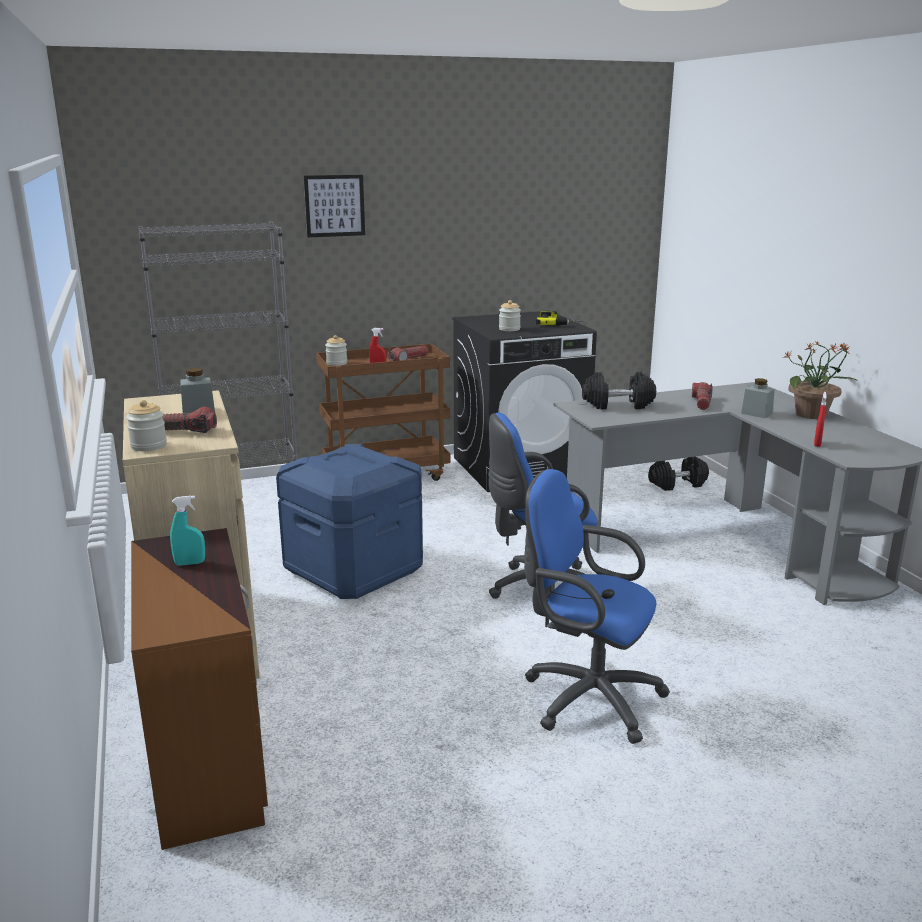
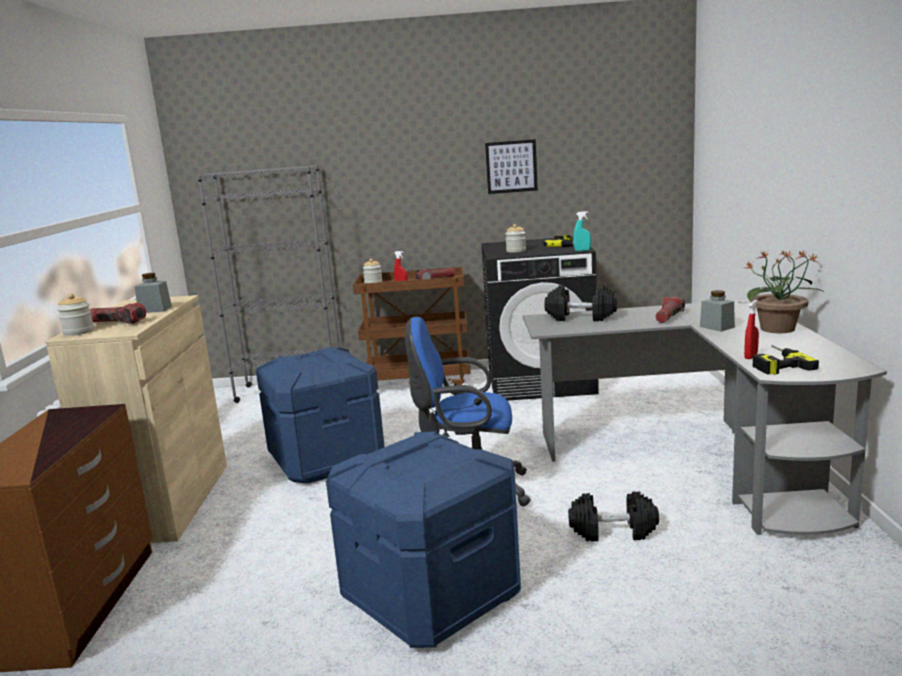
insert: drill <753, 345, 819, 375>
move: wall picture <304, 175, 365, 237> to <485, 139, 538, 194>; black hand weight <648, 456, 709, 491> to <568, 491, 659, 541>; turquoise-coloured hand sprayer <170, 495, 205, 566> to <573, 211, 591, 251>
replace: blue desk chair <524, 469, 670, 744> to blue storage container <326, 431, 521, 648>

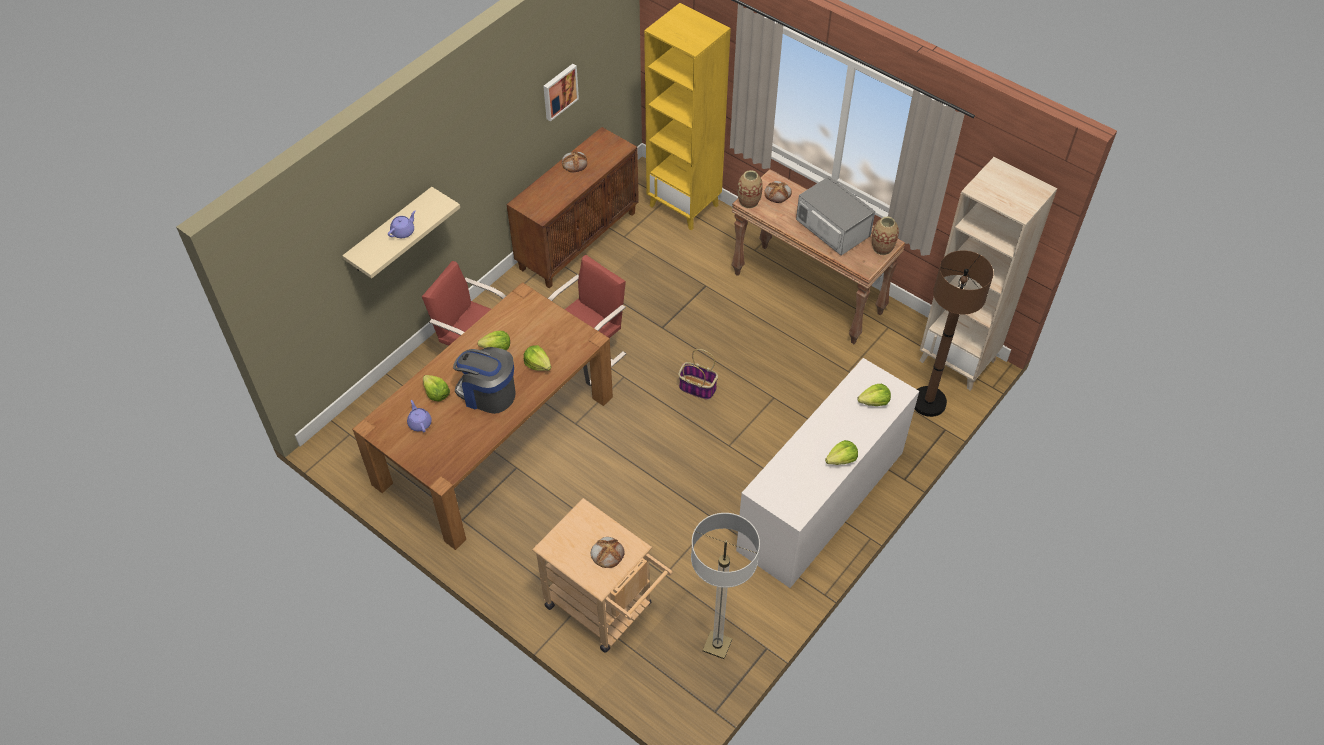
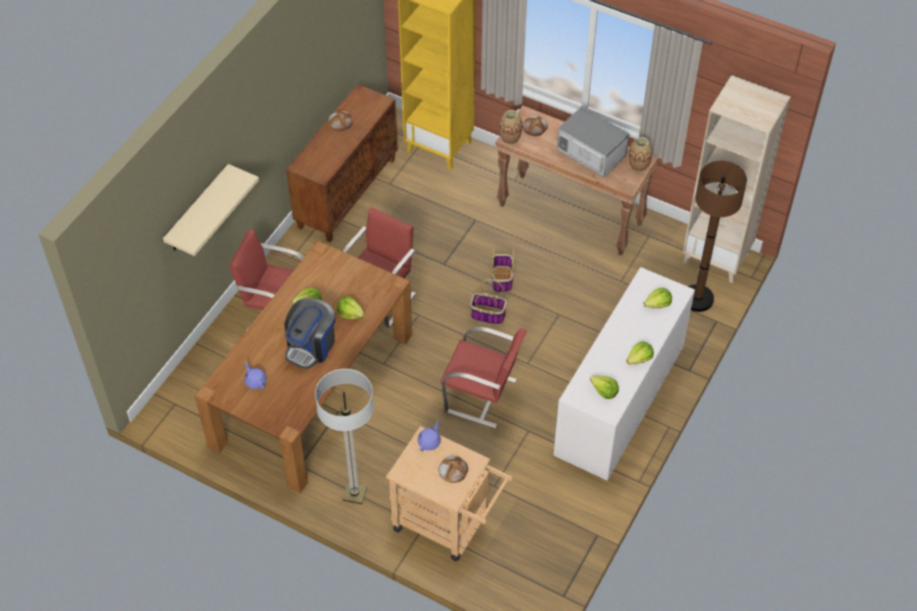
delete: wall picture <543, 64, 579, 121>
insert: red plain chair <440, 327, 527, 429>; basket <492, 246, 514, 293>
move: floor lamp <691, 513, 760, 659> to <315, 369, 374, 504>; purple teapot <388, 210, 416, 238> to <418, 420, 441, 451>; lettuce head <423, 375, 450, 402> to <590, 375, 619, 399>
rotate: coffee brewer <453, 347, 516, 414> = <284, 298, 335, 369> 75 degrees counterclockwise

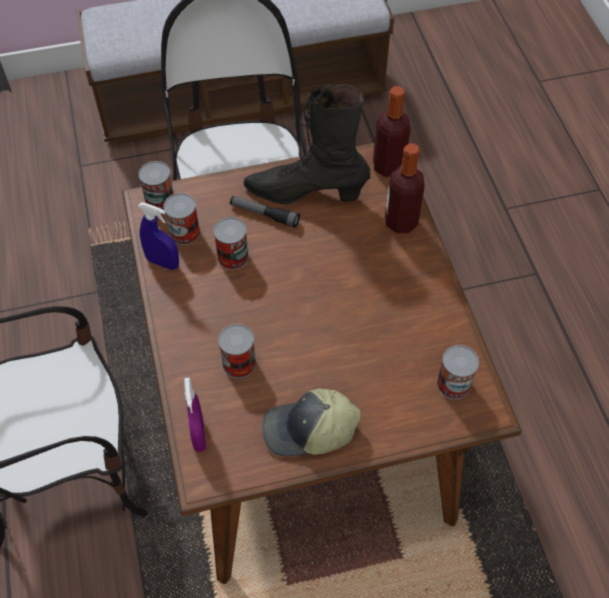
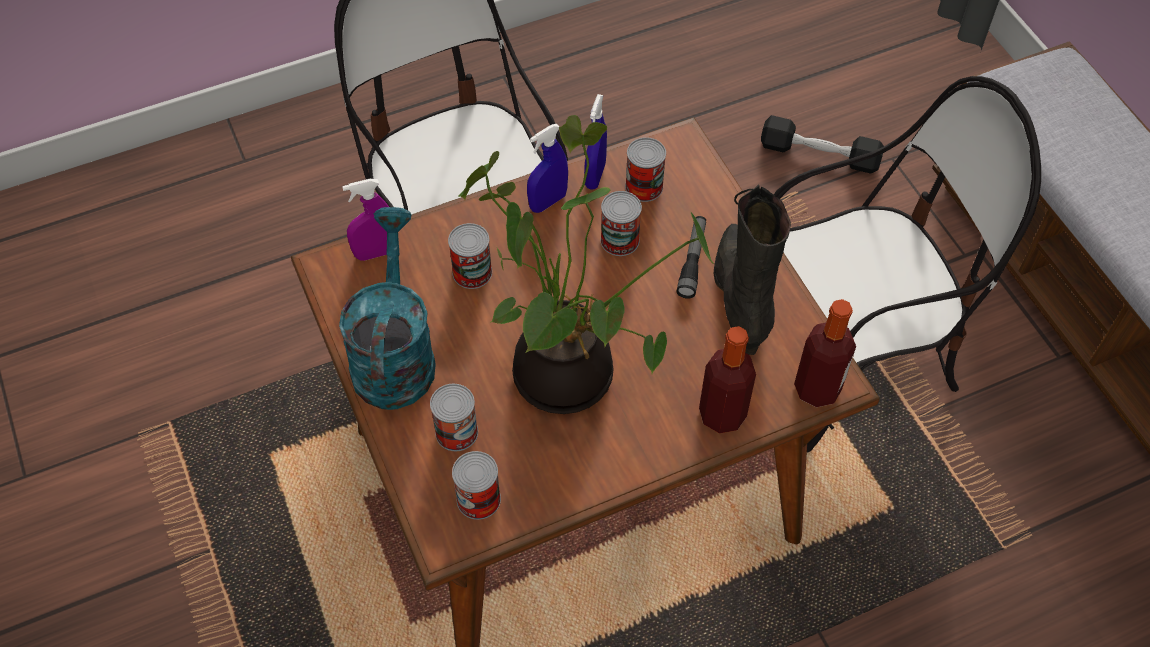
insert: plant in a pot <459, 115, 714, 414>; blue hand sprayer <527, 124, 568, 213>; black hand weight <761, 115, 884, 173>
move: metal can <139, 161, 174, 210> to <430, 384, 478, 451>
replace: peaked cap <262, 389, 361, 456> to turquoise-coloured watering pot <339, 207, 436, 410>

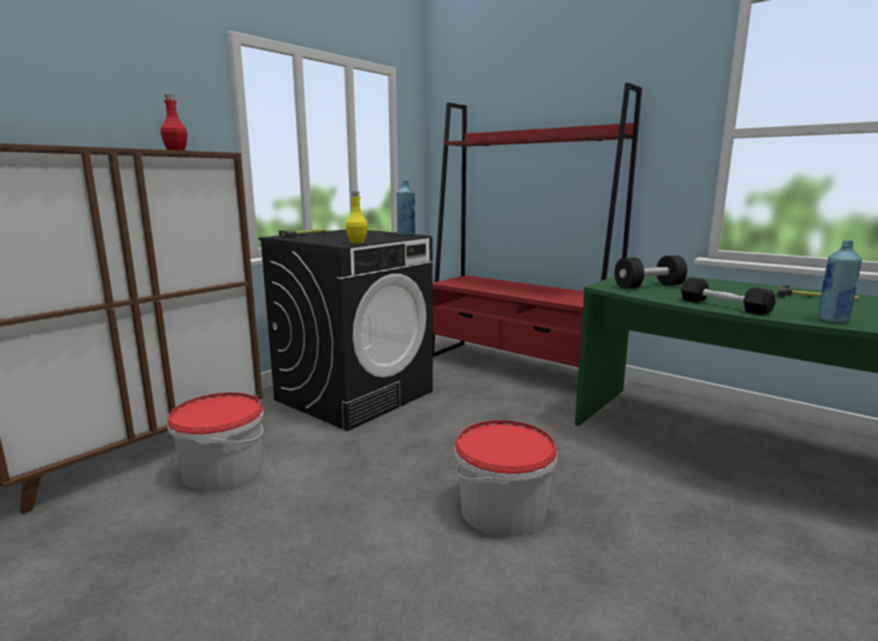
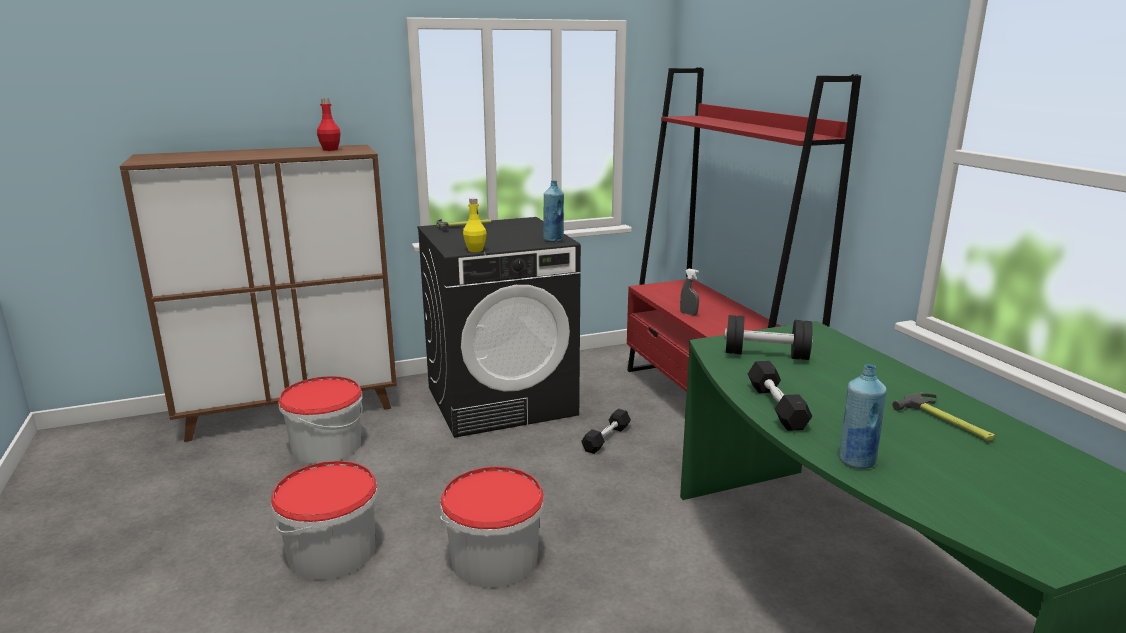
insert: bucket <271, 461, 378, 580>; black hand weight <581, 409, 631, 454>; greyish hand sprayer <680, 269, 699, 315>

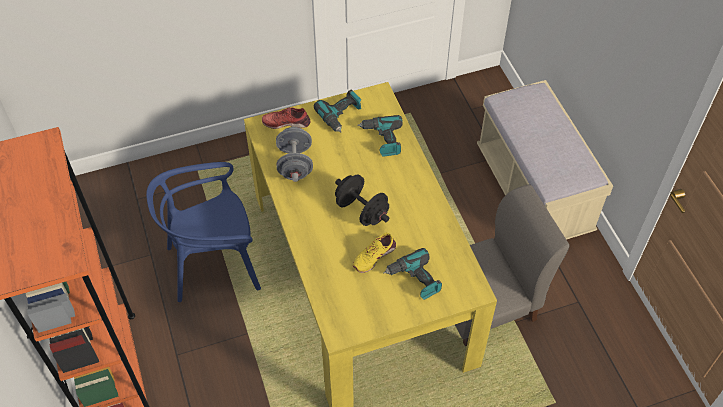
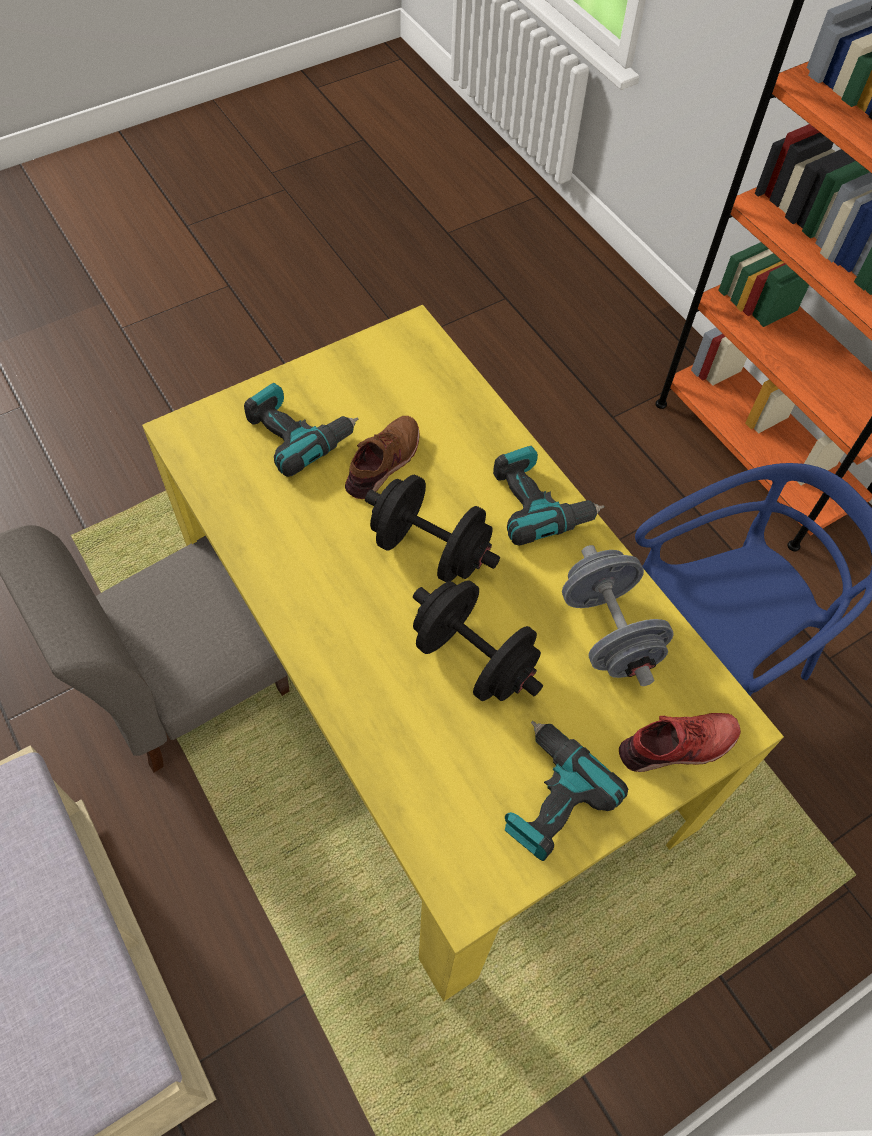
insert: black hand weight <413, 580, 543, 701>
move: drill <357, 115, 403, 157> to <493, 446, 604, 546>
recolor: yellow-coloured item of footwear <353, 233, 396, 273> to brown item of footwear <345, 416, 420, 499>

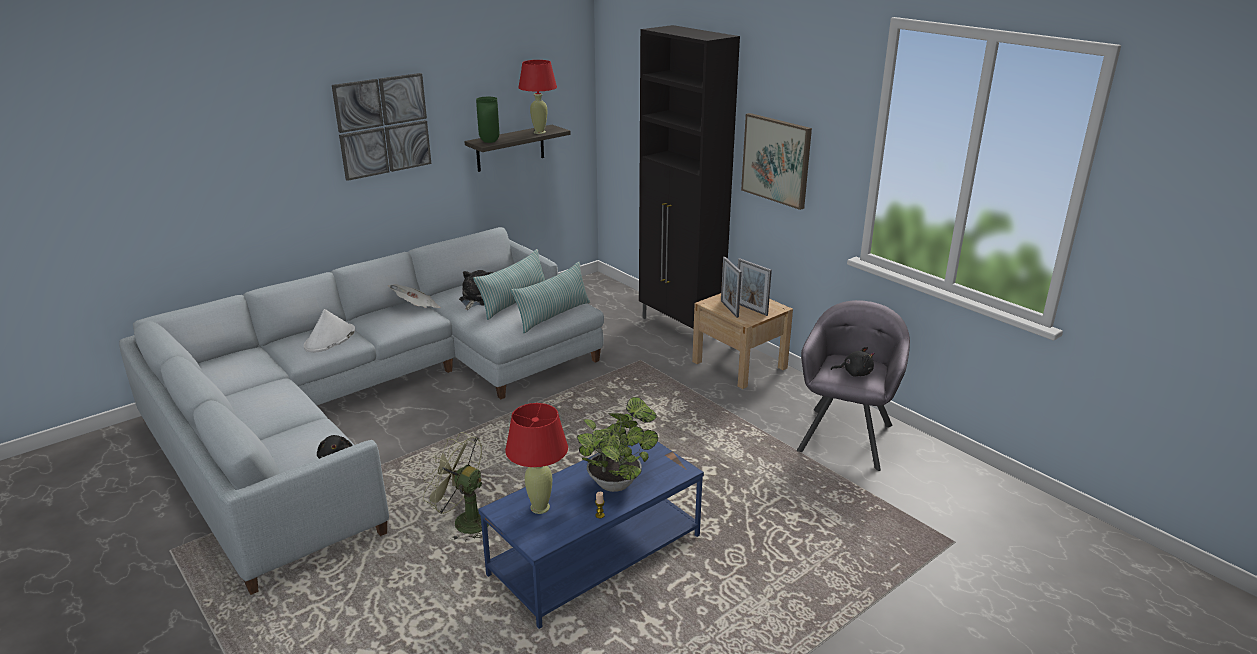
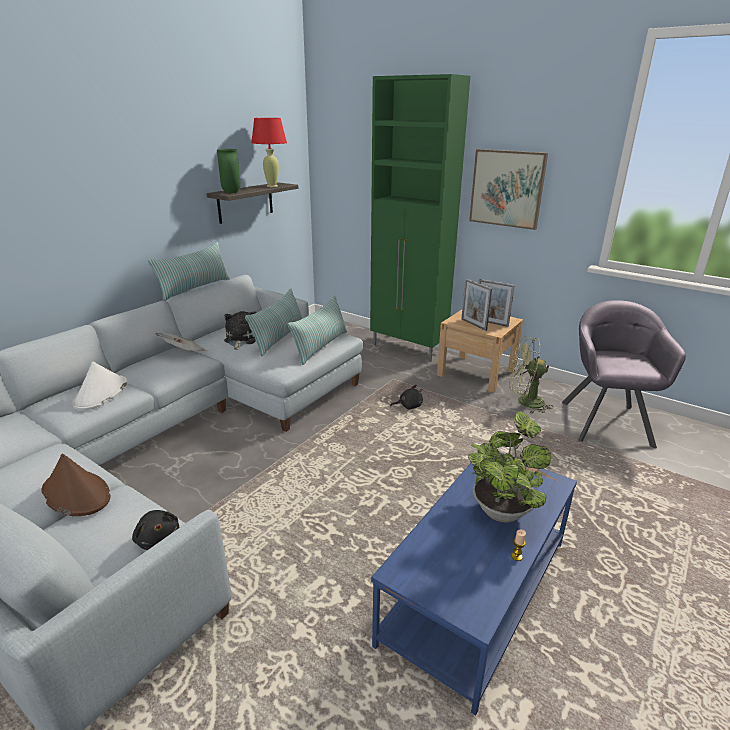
delete: wall picture <332, 73, 431, 181>; red lamp for a table <505, 403, 568, 514>
insert: brown wearable hat <41, 454, 111, 516>; cushion <148, 242, 230, 301>
move: black plush toy <831, 347, 874, 377> to <390, 385, 423, 410>; greenish cooling fan <423, 432, 489, 541> to <509, 336, 554, 413>
recolor: black cupboard <639, 25, 740, 329> to greenish cupboard <370, 74, 470, 362>

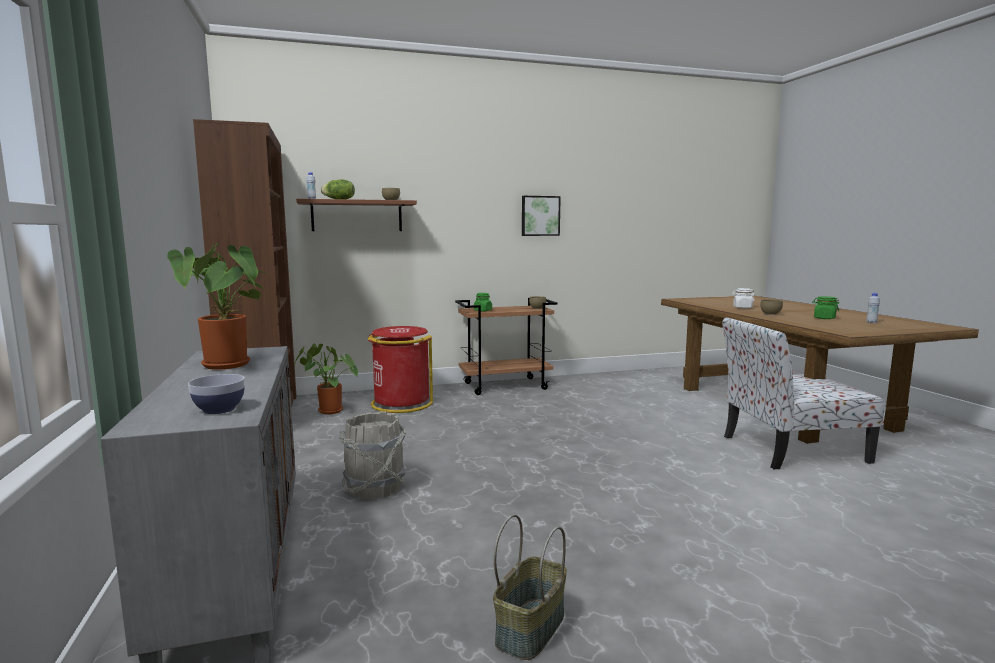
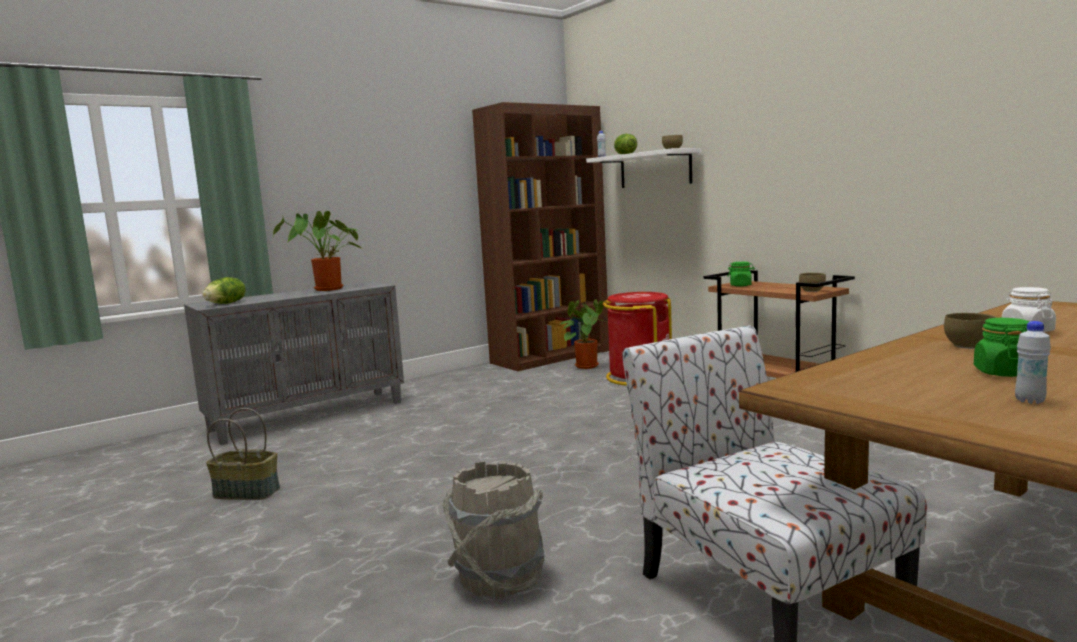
delete: wall picture <522, 196, 561, 236>
move: greyish bucket <339, 411, 406, 499> to <442, 461, 544, 599>
replace: serving bowl <188, 374, 245, 414> to lettuce head <202, 277, 246, 304>
recolor: brown shelf <296, 199, 417, 231> to white shelf <586, 148, 701, 188>

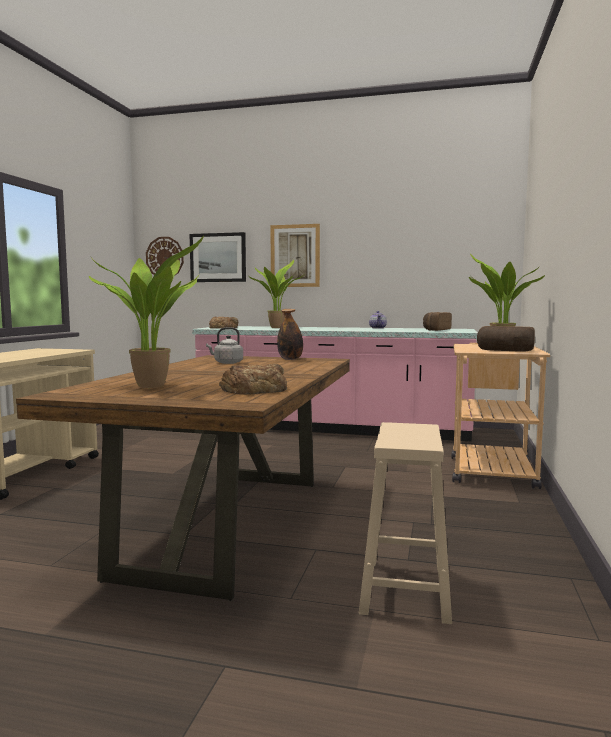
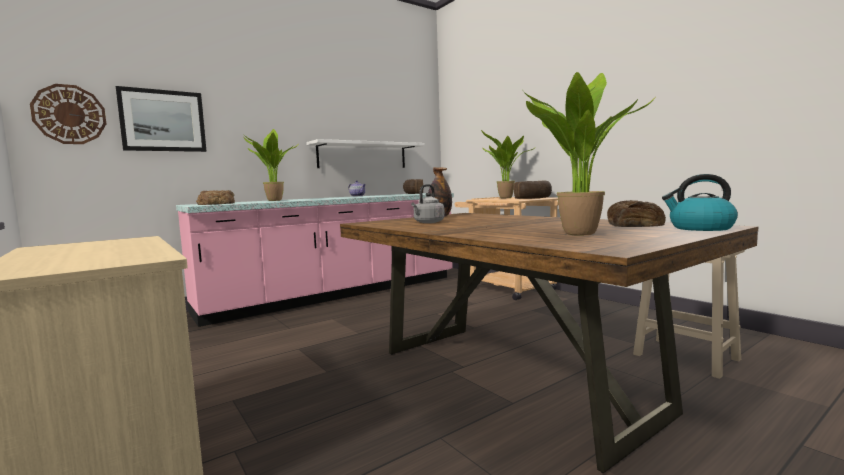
delete: wall picture <270, 224, 320, 287>
insert: white shelf <306, 139, 425, 168>; tea kettle <662, 174, 738, 231>

